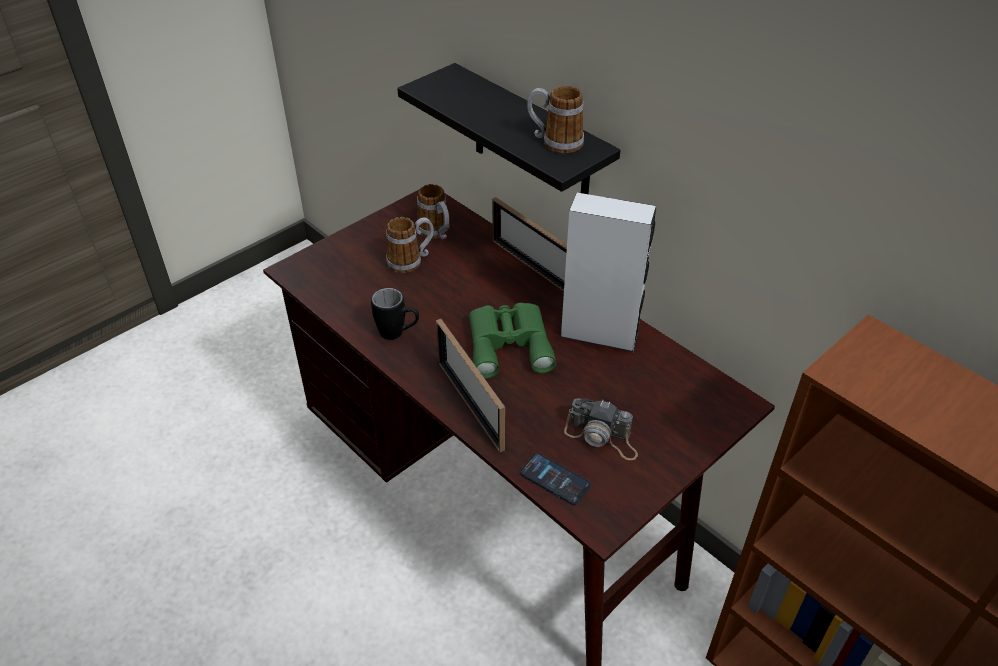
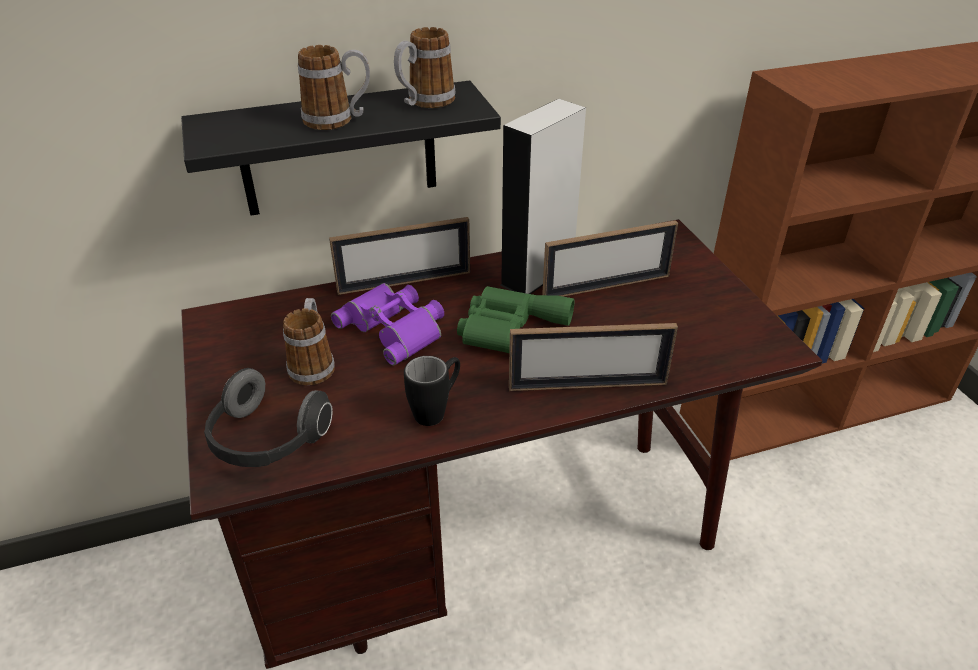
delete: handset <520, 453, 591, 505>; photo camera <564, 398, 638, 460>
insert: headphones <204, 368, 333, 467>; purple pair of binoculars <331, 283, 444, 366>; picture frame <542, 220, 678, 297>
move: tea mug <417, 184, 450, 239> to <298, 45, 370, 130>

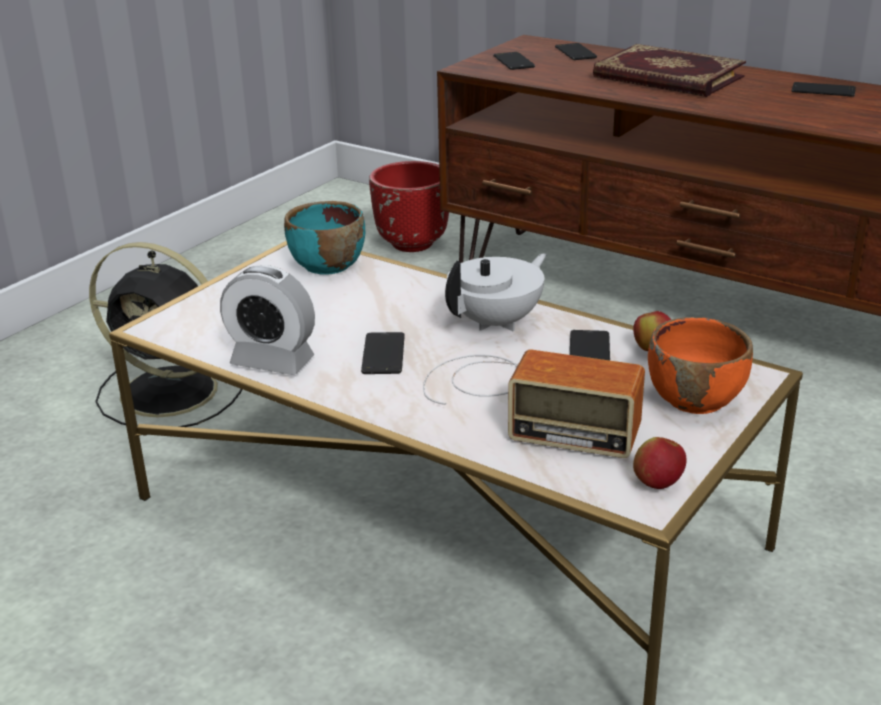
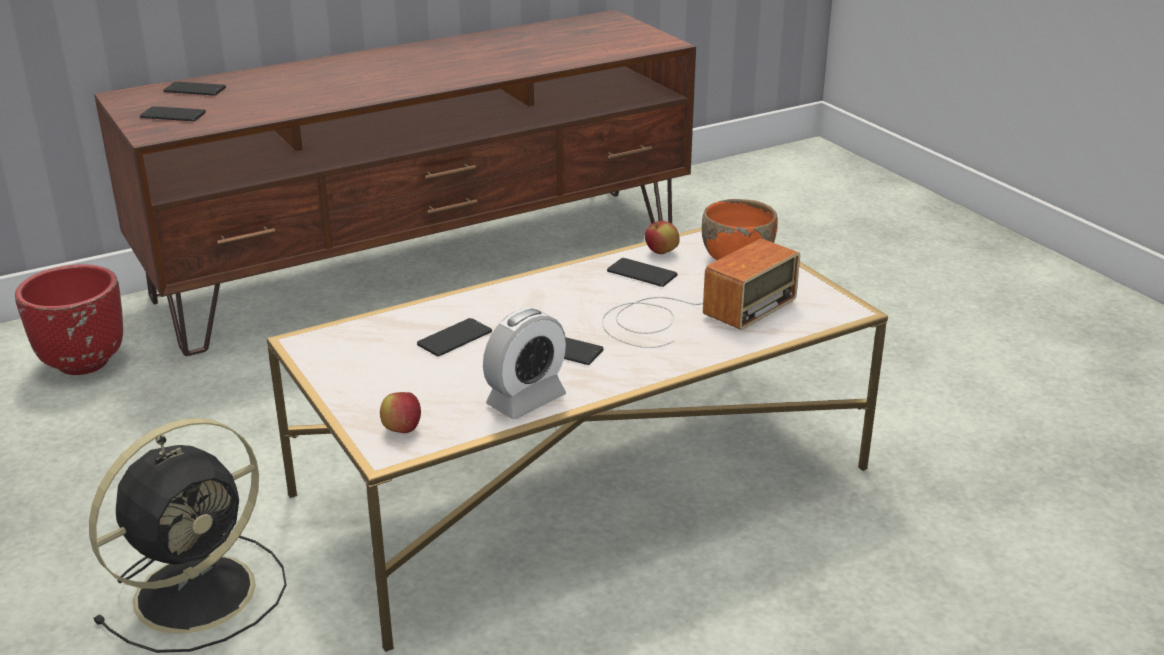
delete: turquoise-coloured serving bowl <284, 201, 365, 275>; white teapot <445, 253, 547, 331>; bound book <593, 44, 746, 97>
move: apple fruit <633, 437, 686, 489> to <380, 392, 421, 433>; handset <792, 82, 856, 97> to <417, 318, 492, 357>

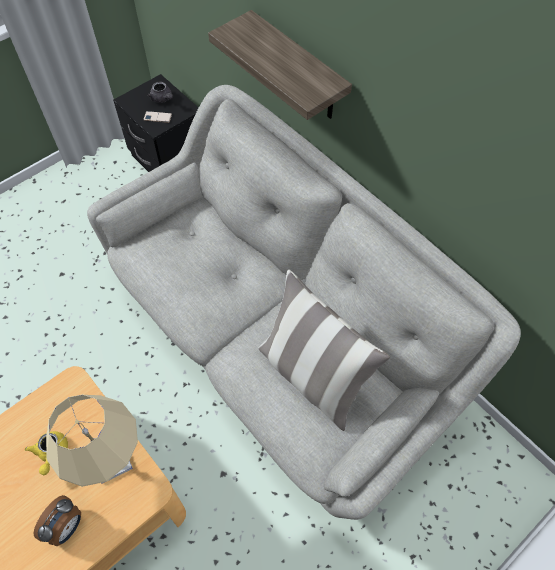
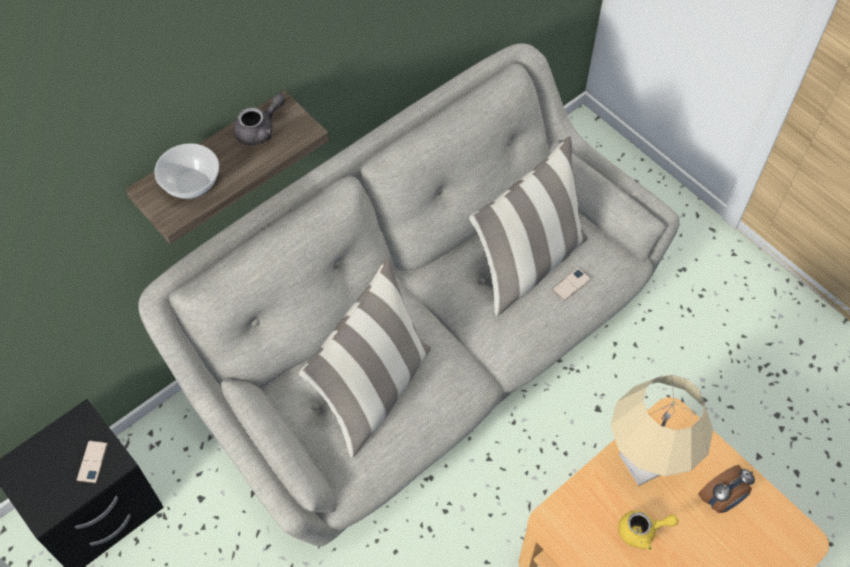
insert: serving bowl <154, 143, 219, 199>; cushion <299, 257, 431, 458>; handset <551, 268, 591, 301>
move: greyish teapot <147, 82, 173, 103> to <233, 93, 286, 145>
rotate: alarm clock <34, 495, 81, 546> = <698, 465, 755, 513> 120 degrees clockwise

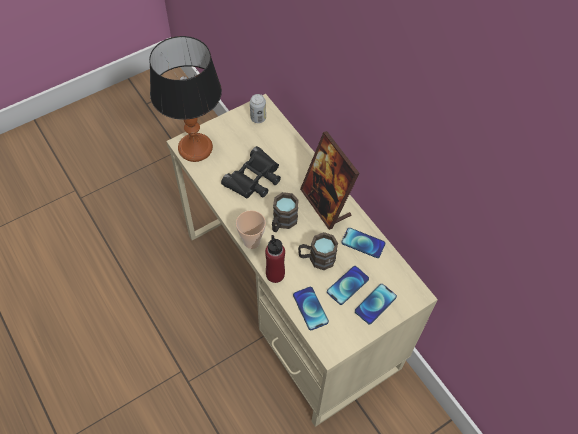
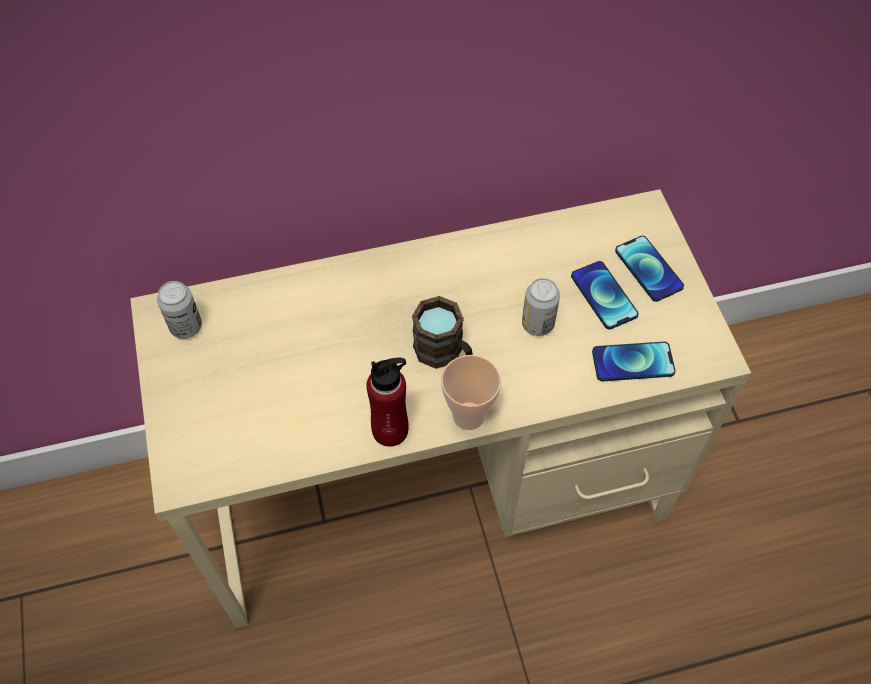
delete: lamp for a table <149, 36, 222, 162>; black pair of binoculars <221, 146, 281, 199>; picture frame <300, 131, 360, 230>; handset <341, 228, 386, 258>
move: red beverage bottle <265, 235, 285, 283> to <366, 358, 409, 447>
replace: brown tea mug <298, 232, 338, 270> to metal can <522, 278, 560, 336>

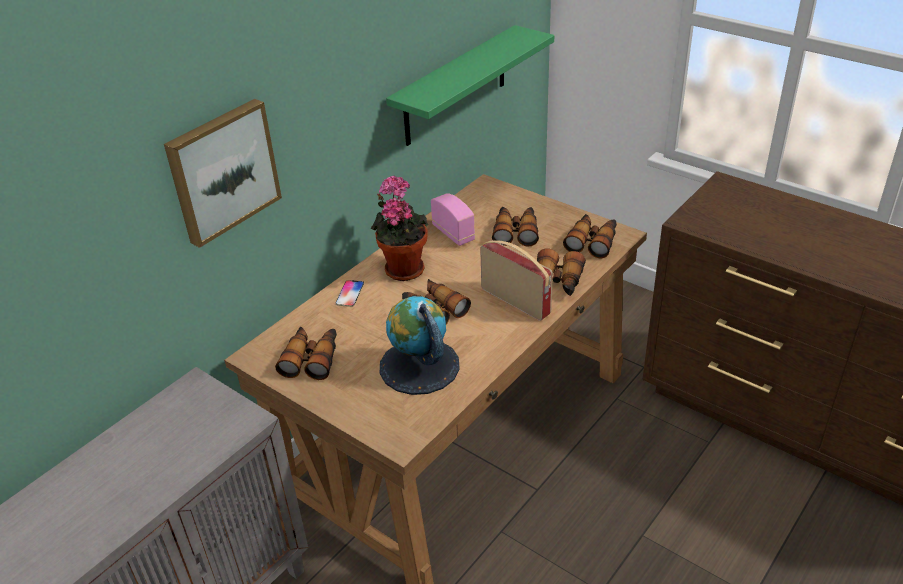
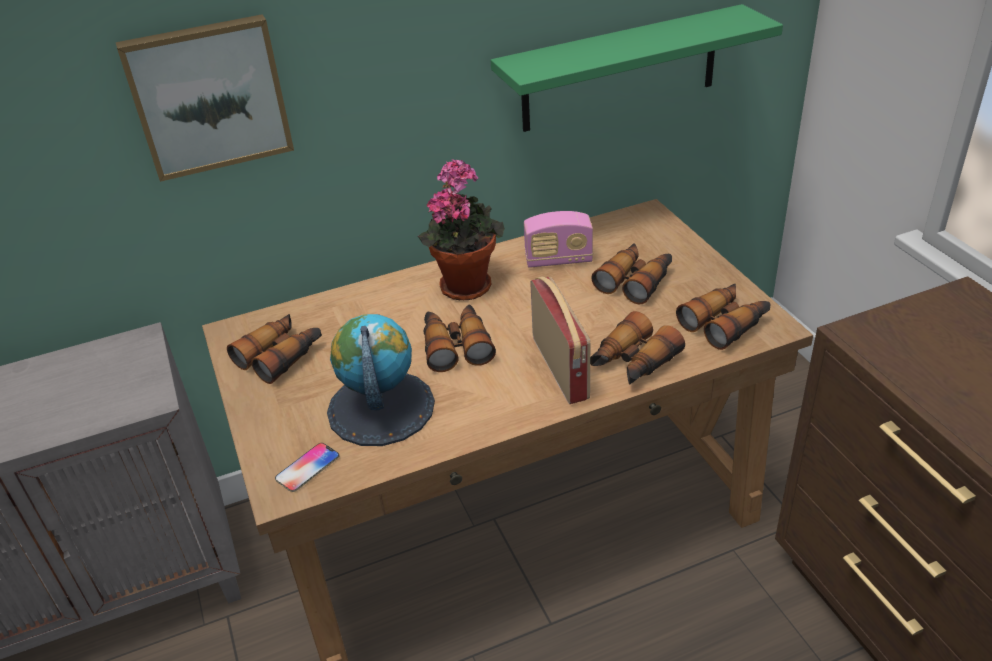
move: handset <336, 280, 364, 307> to <275, 443, 339, 492>
rotate: radio set <431, 193, 475, 246> = <524, 211, 593, 268> 90 degrees clockwise

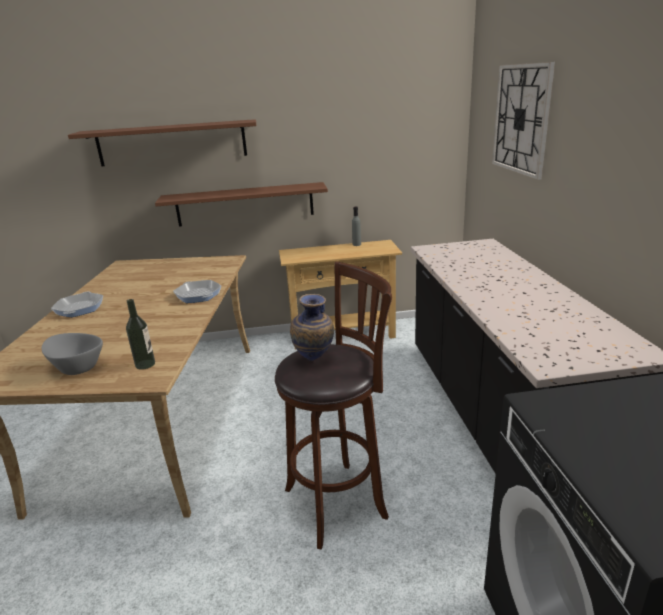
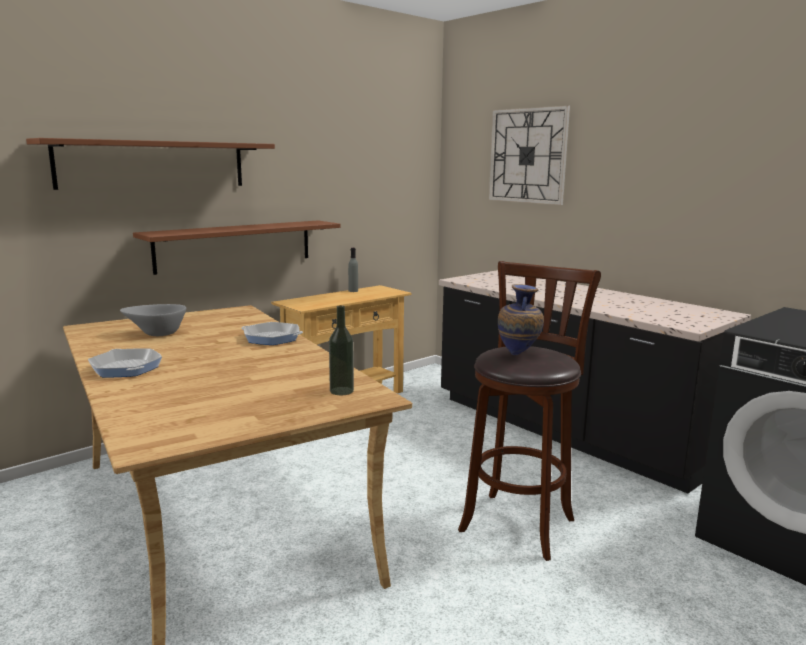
move: greyish serving bowl <42, 333, 103, 375> to <120, 304, 186, 336>

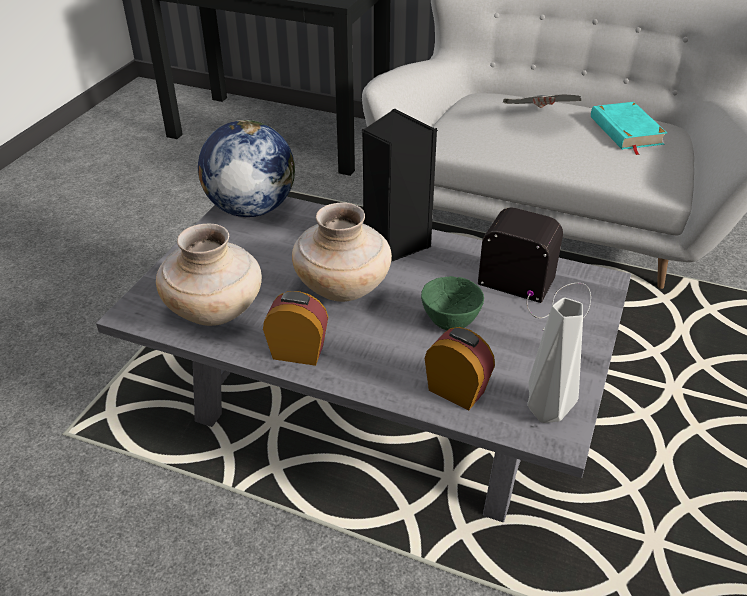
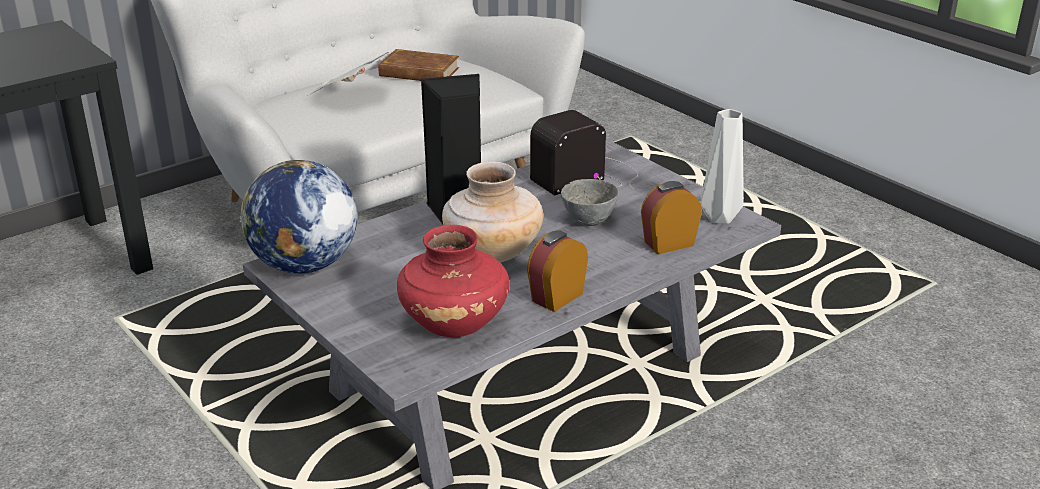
recolor: turquoise-coloured bound book <591, 102, 667, 155> to brown bound book <378, 49, 459, 81>; sand-coloured flower vase <156, 224, 262, 326> to red flower vase <397, 225, 510, 337>; greenish serving bowl <421, 276, 484, 330> to greyish serving bowl <561, 179, 619, 226>

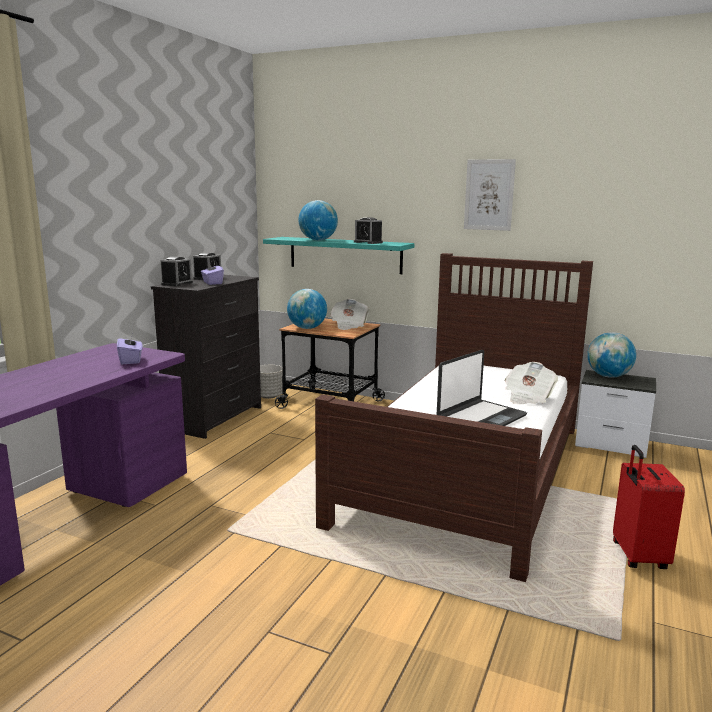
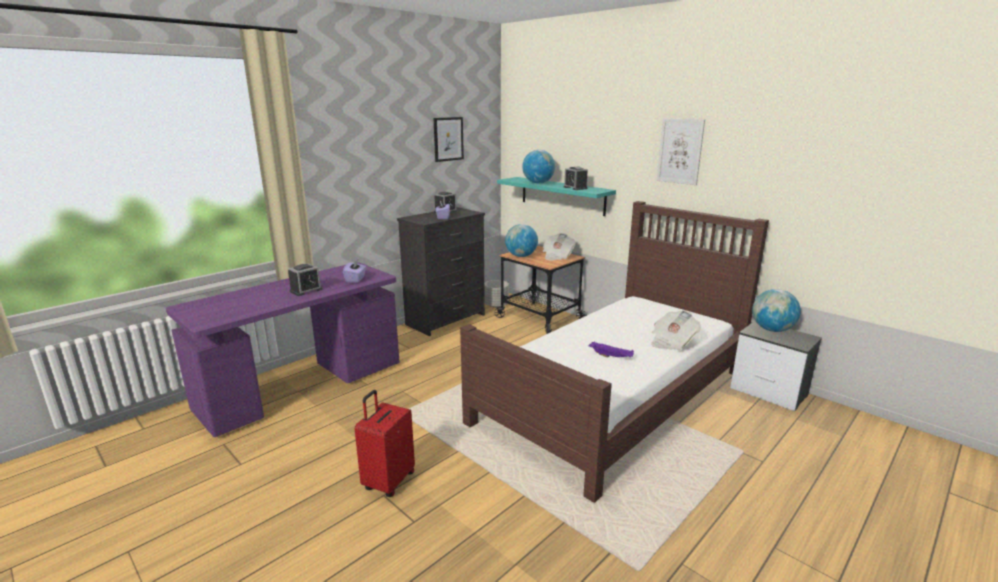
insert: wall picture <434, 117, 464, 162>
move: alarm clock <160, 256, 193, 286> to <288, 264, 323, 296>; red travel case <613, 445, 685, 569> to <355, 390, 415, 497>
replace: portable computer <437, 350, 527, 426> to purple carrying tray <589, 342, 634, 358>

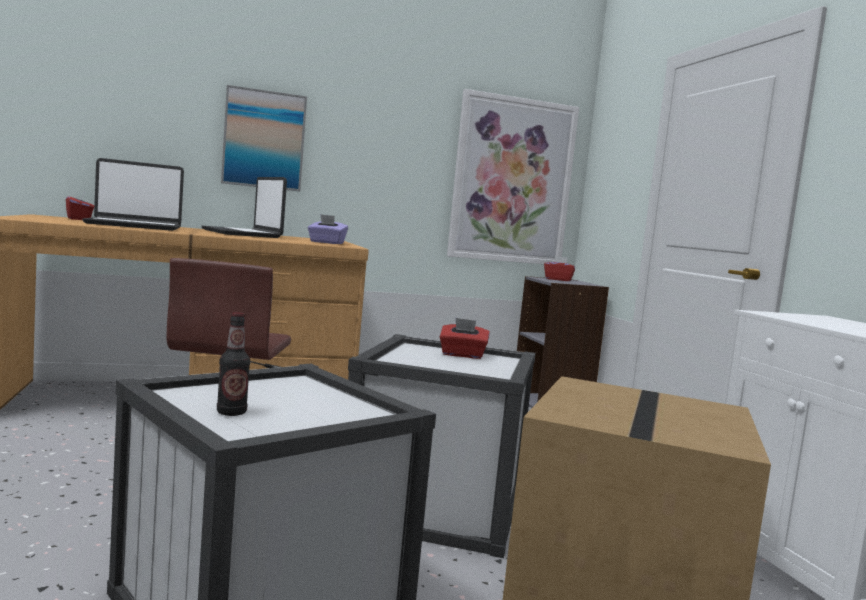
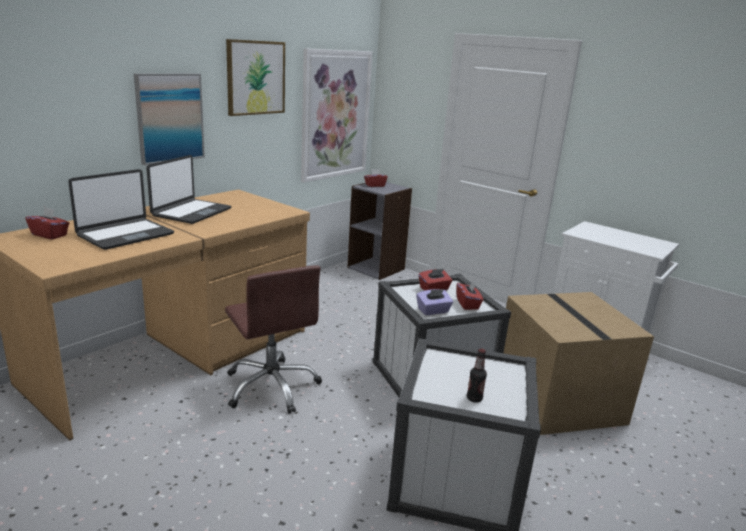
insert: wall picture <226, 39, 285, 116>; red tissue holder <456, 280, 483, 310>
move: purple tissue holder <308, 214, 348, 244> to <416, 289, 453, 315>
rotate: portable computer <202, 177, 287, 238> = <147, 155, 231, 224> 90 degrees counterclockwise

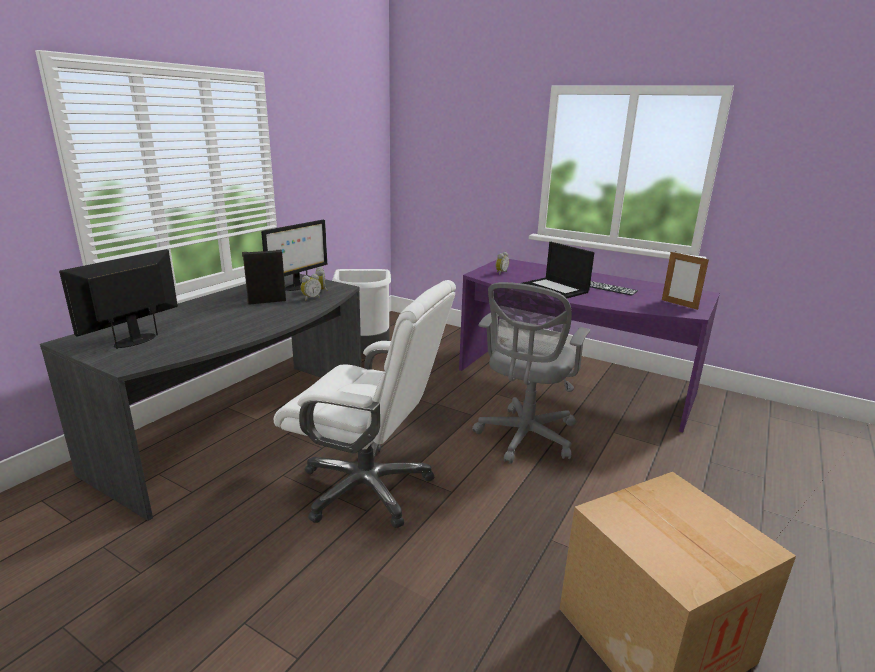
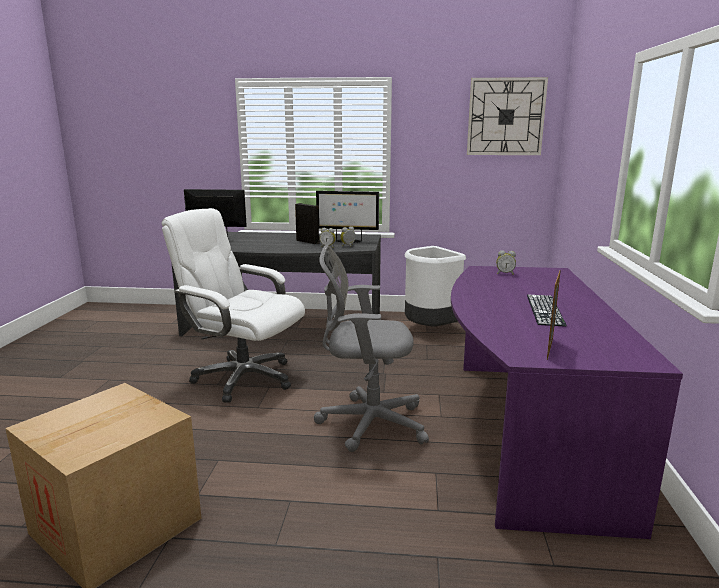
delete: portable computer <521, 242, 594, 298>
insert: wall clock <467, 77, 548, 155>
rotate: white desk chair <274, 280, 456, 528> = <161, 208, 305, 403> 120 degrees clockwise

